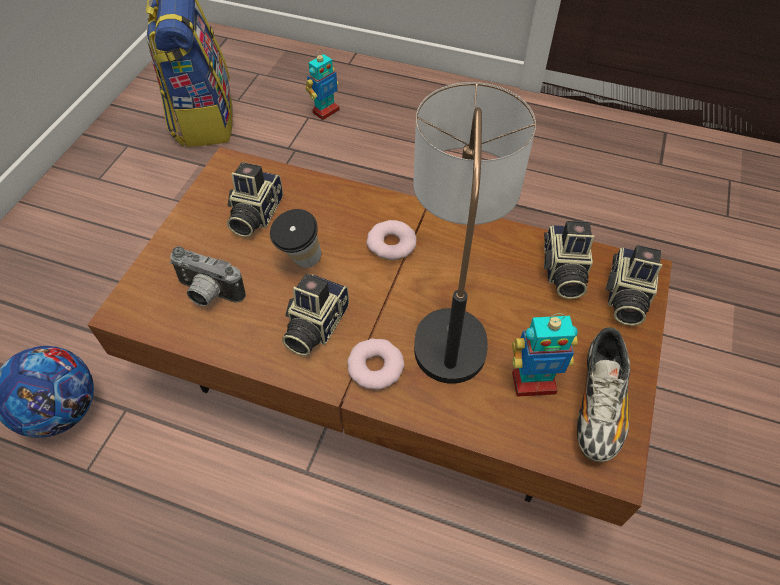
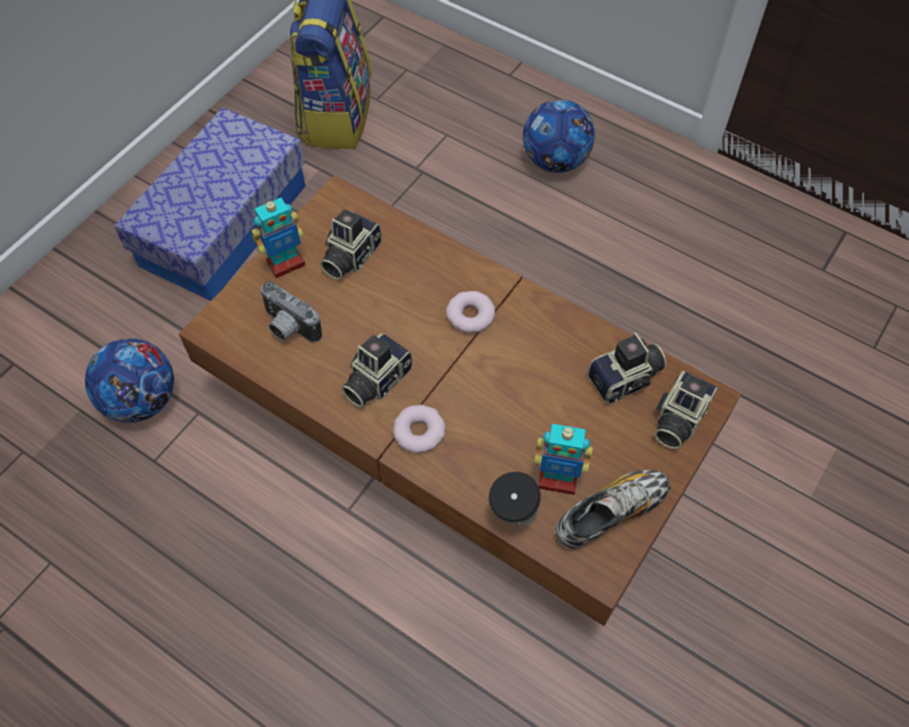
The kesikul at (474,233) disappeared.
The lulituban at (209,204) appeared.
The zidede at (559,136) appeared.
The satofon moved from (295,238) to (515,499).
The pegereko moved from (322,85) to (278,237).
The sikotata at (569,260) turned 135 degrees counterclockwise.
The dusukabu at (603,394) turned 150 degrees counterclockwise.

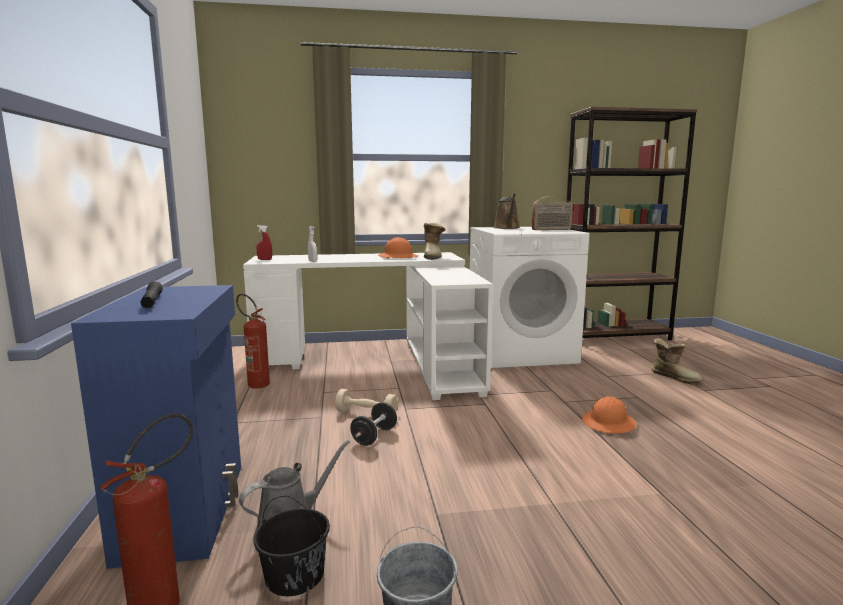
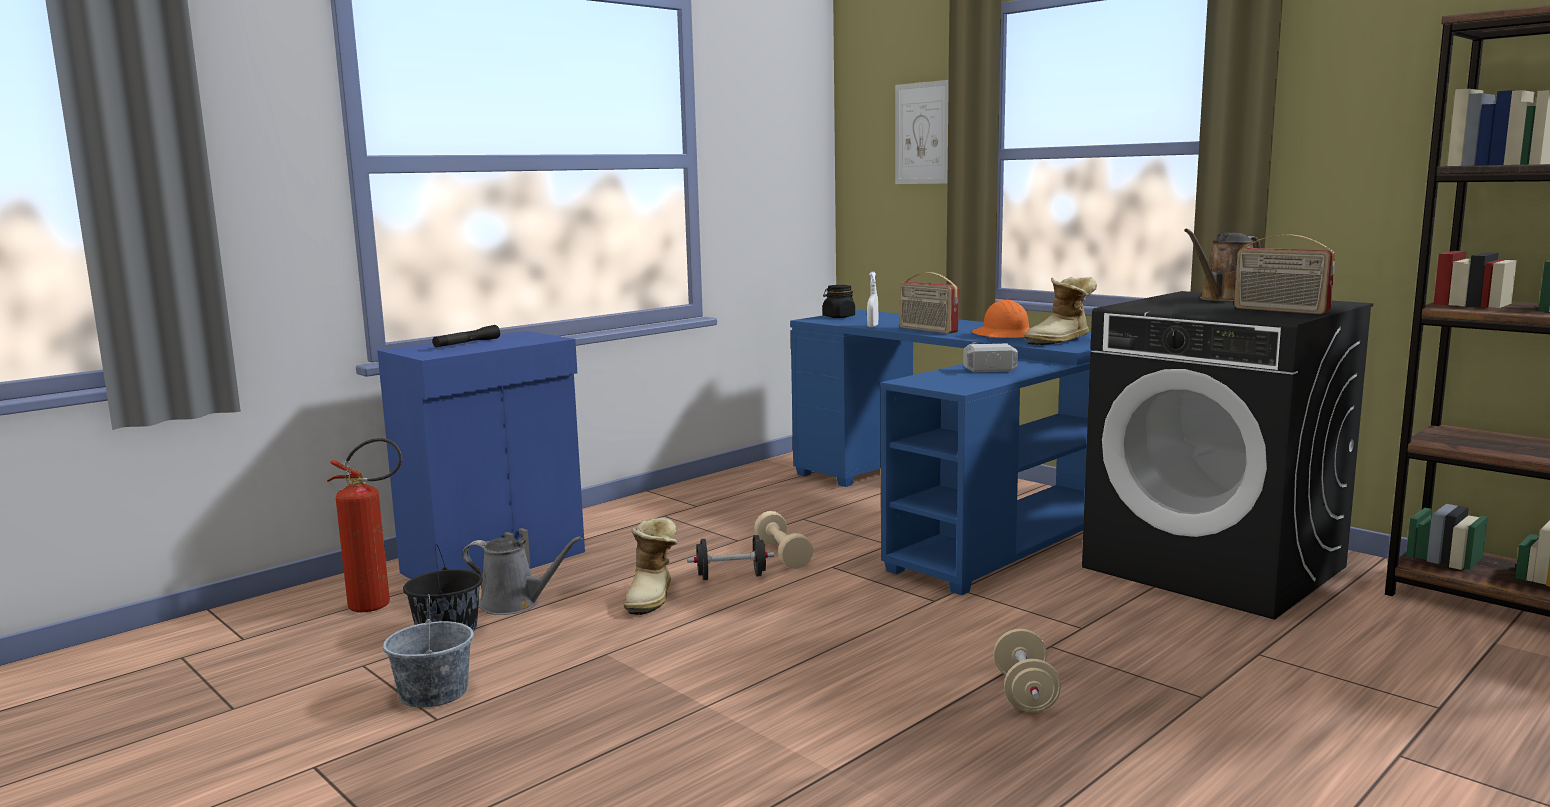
The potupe at (253,341) disappeared.
The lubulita at (922,132) appeared.
The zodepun at (929,303) appeared.
The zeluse at (990,357) appeared.
The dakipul moved from (677,361) to (650,566).
The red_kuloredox at (264,242) was replaced by the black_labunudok at (839,301).
The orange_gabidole at (609,415) was replaced by the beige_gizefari at (1027,671).
The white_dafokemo at (368,326) became the blue_dafokemo at (942,452).
The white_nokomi at (529,297) became the black_nokomi at (1227,455).

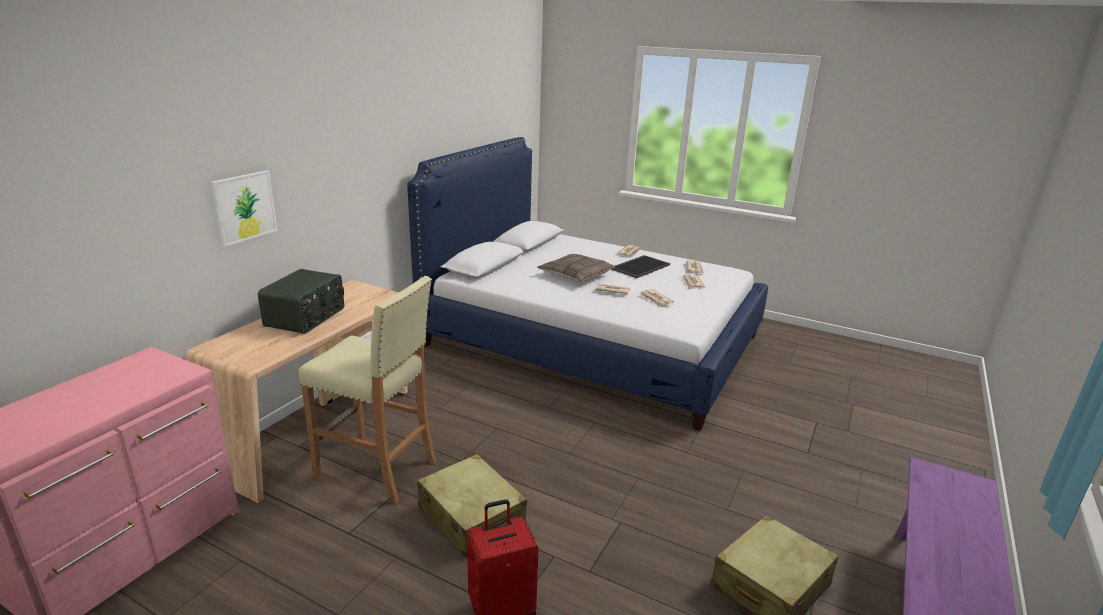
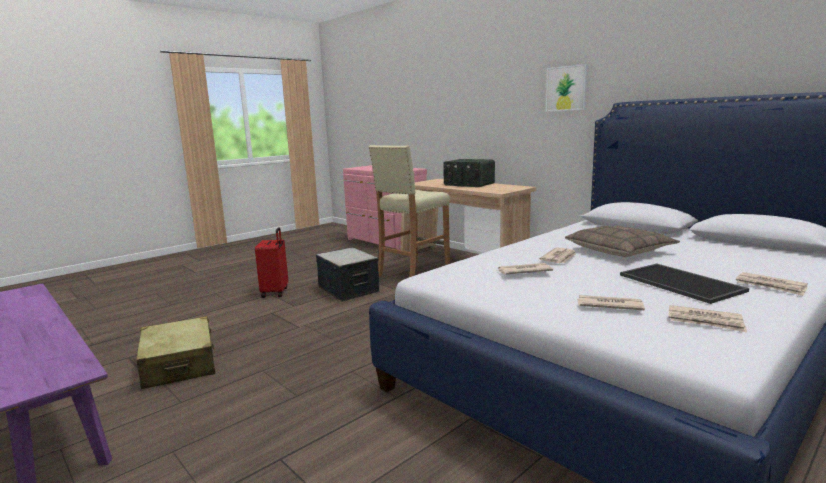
The lubulita moved from (244,208) to (567,88).
The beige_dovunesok at (472,506) was replaced by the lulituban at (347,275).

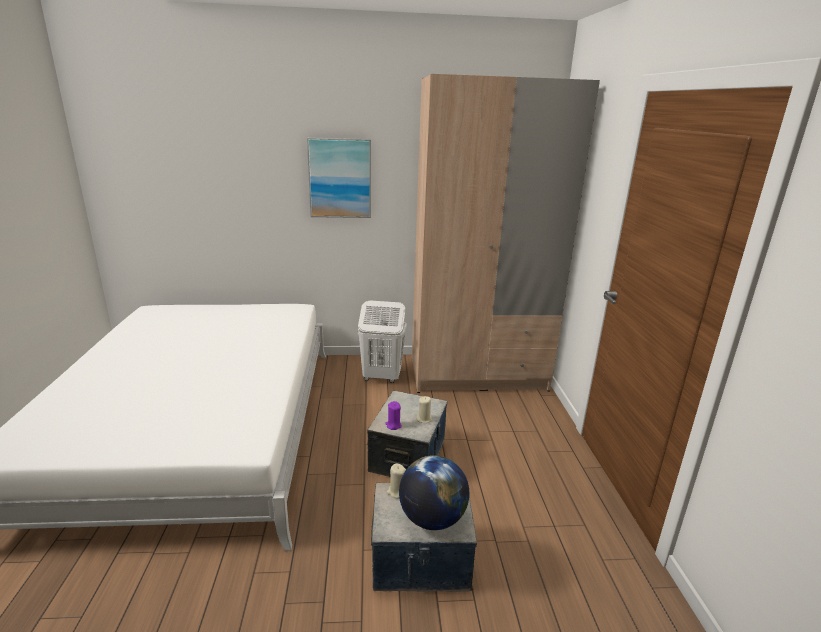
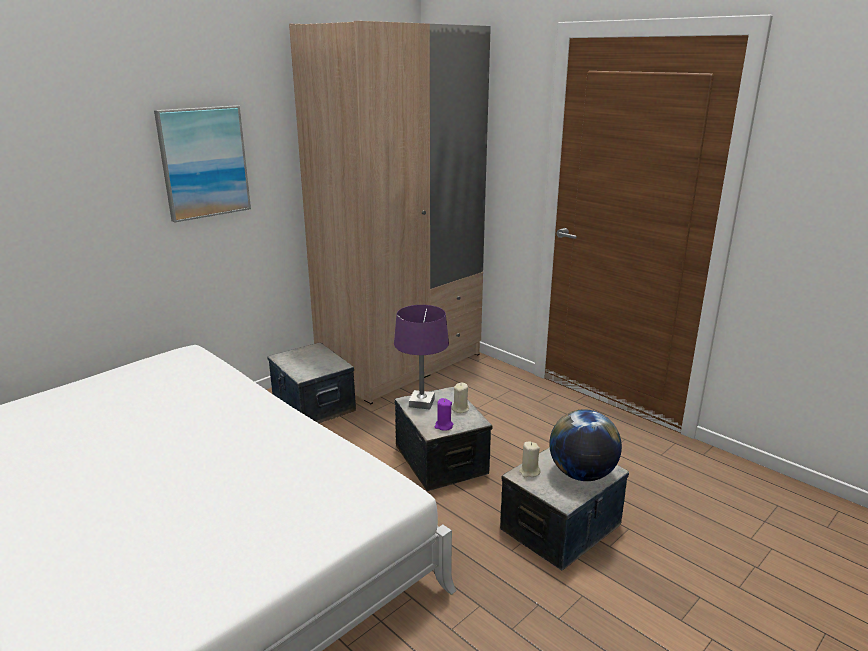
The purple_kesikul at (421,357) appeared.
The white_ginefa at (382,341) was replaced by the lulituban at (311,383).

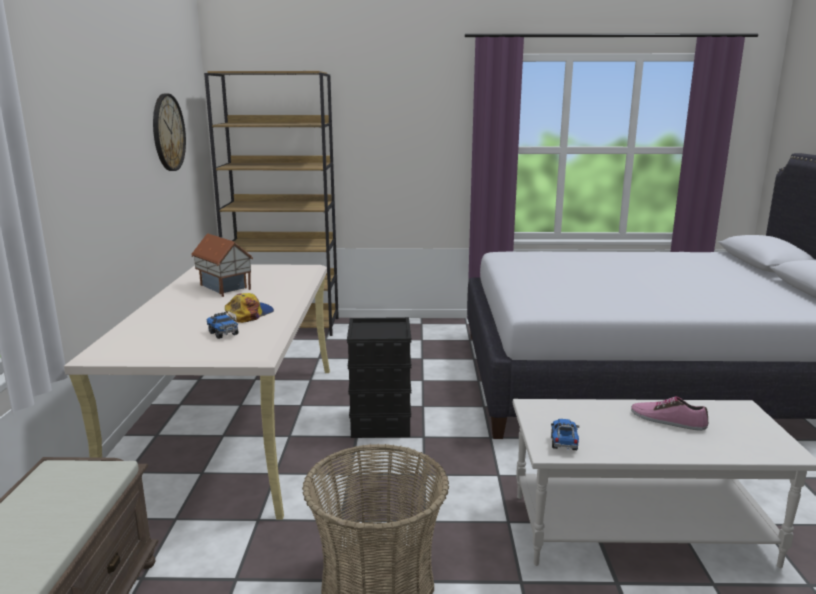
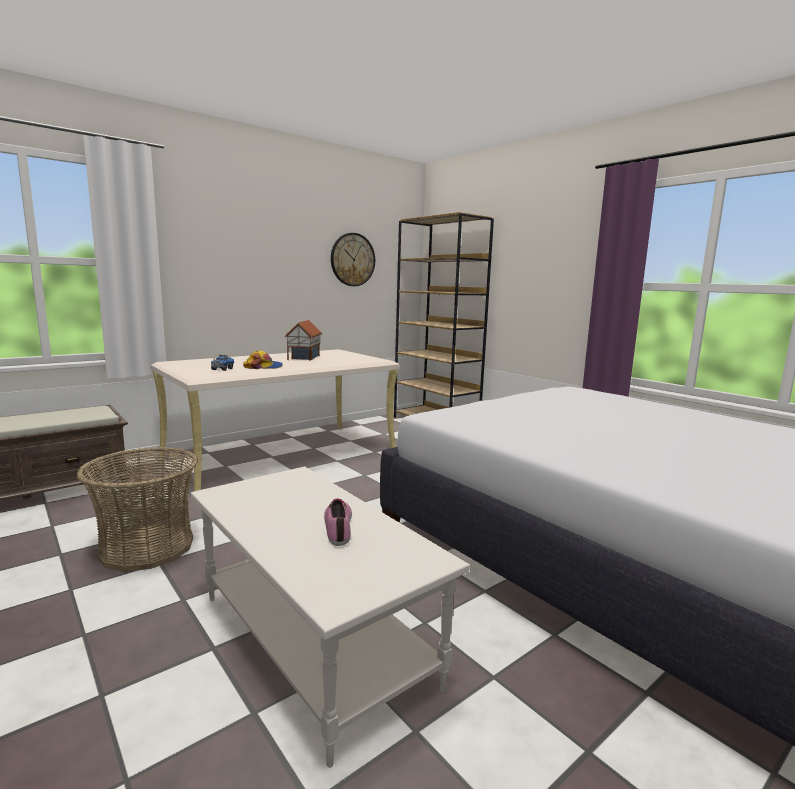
The black_lulituban at (379,377) disappeared.
The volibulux at (565,434) disappeared.

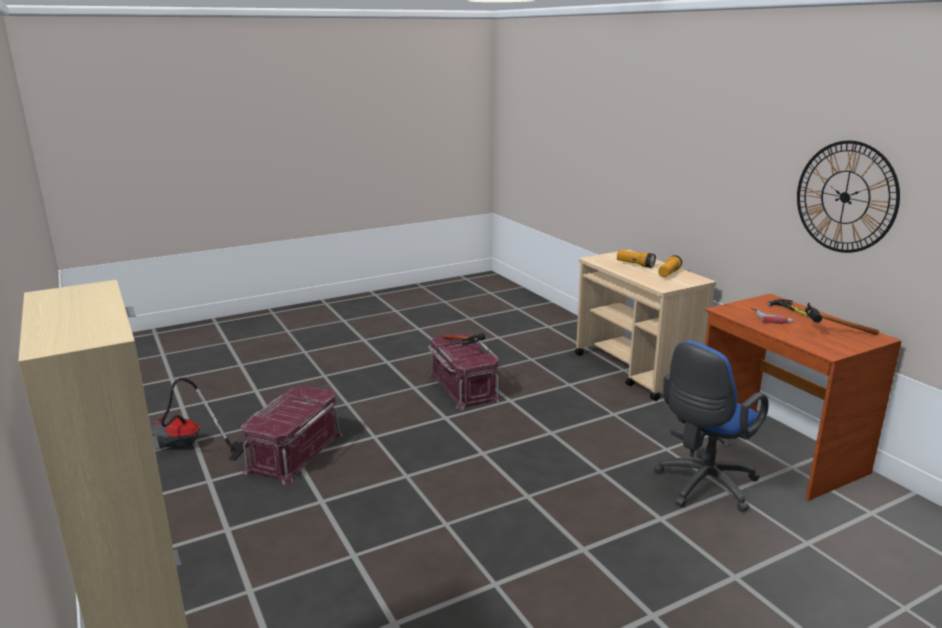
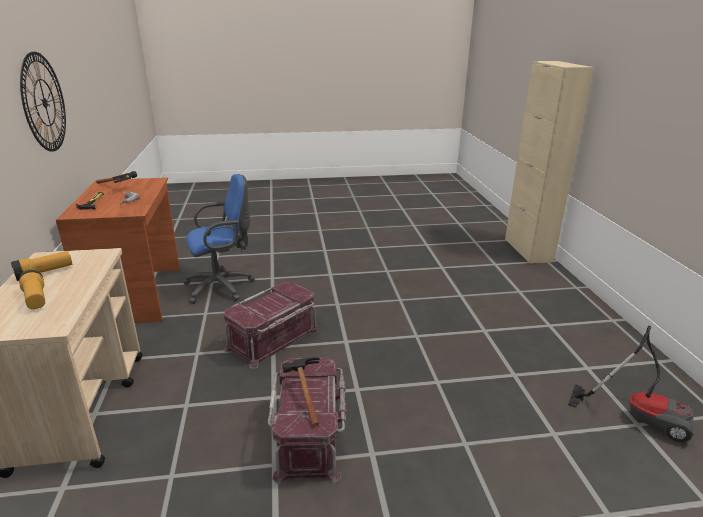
The red_lulituban moved from (292,435) to (271,325).

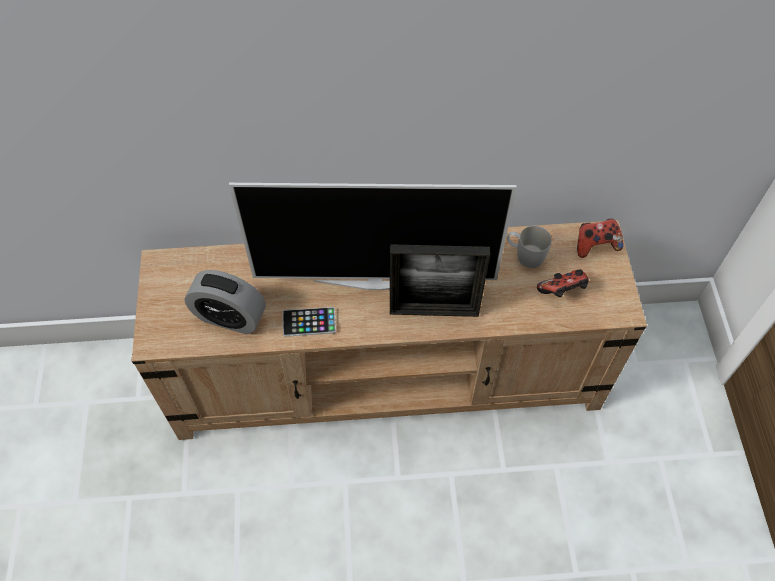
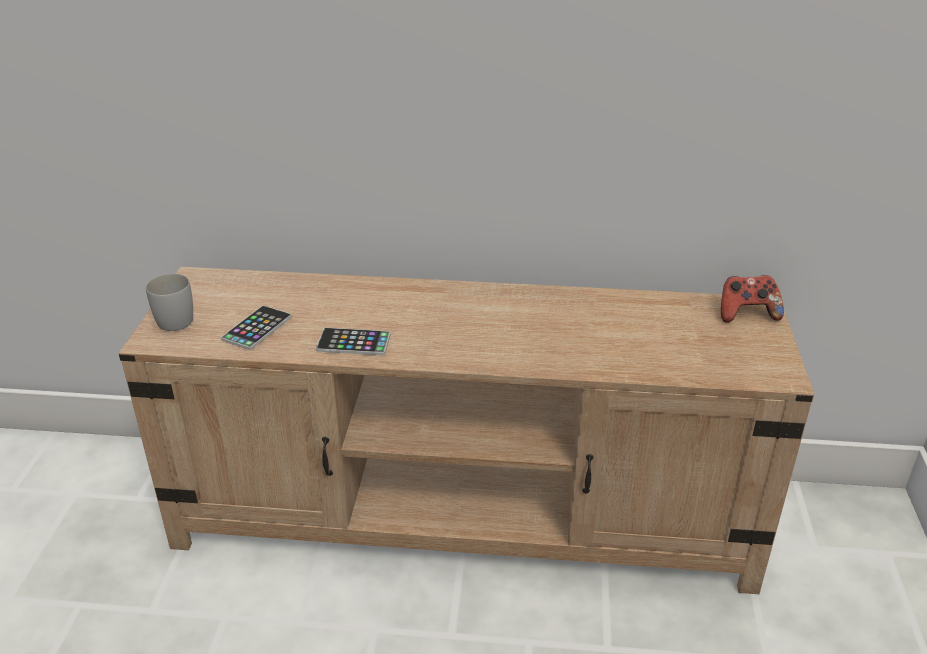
The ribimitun at (372,236) disappeared.
The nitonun at (440,280) disappeared.
The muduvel at (562,283) disappeared.
The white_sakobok moved from (529,247) to (169,302).
The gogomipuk at (225,302) was replaced by the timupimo at (256,327).

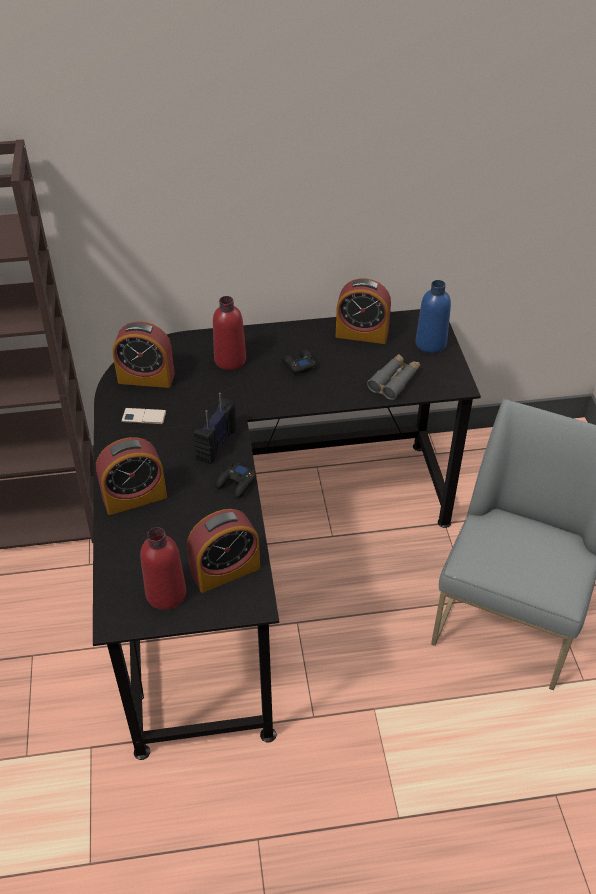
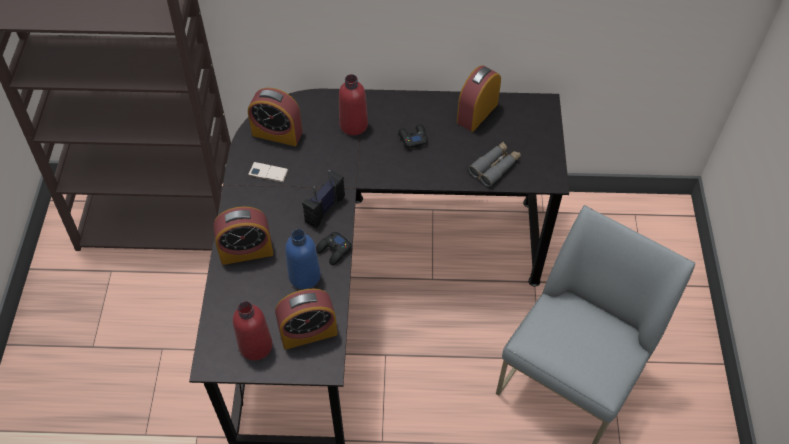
The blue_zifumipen moved from (433,316) to (303,259).
The gogomipuk at (363,311) turned 105 degrees clockwise.

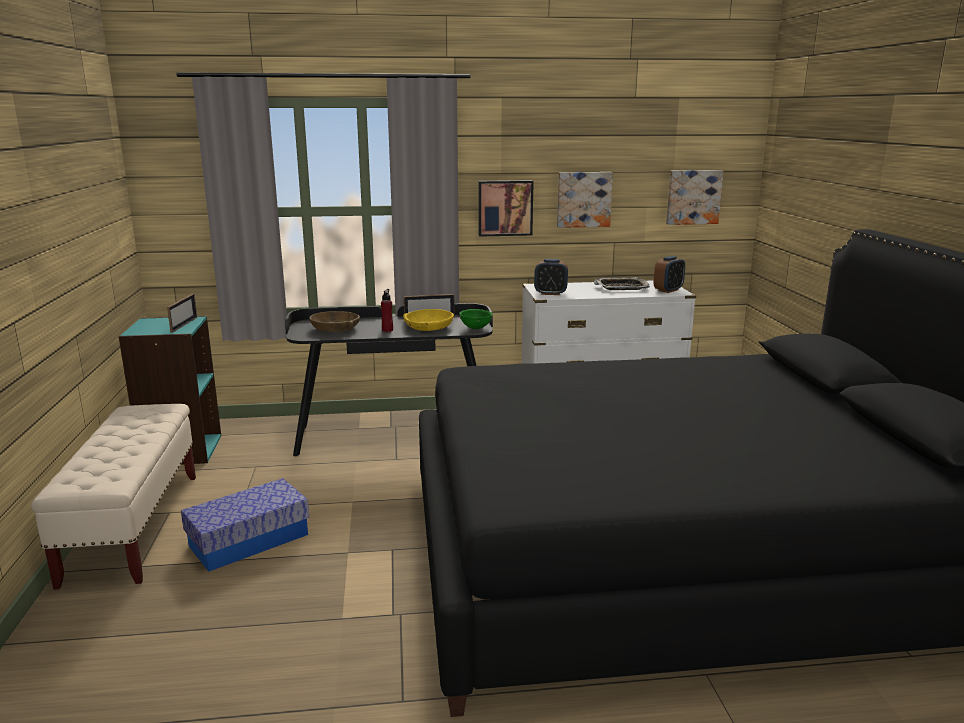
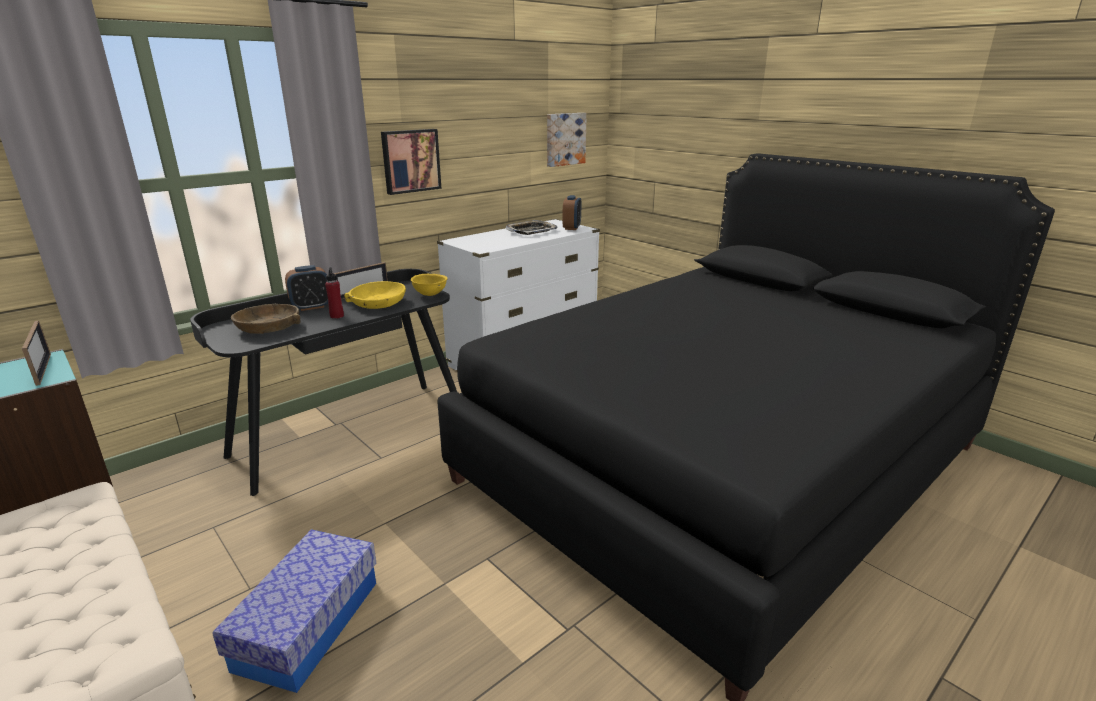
The lubulita at (585,200) disappeared.
The gogomipuk moved from (551,277) to (306,288).
The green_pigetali at (476,319) became the yellow_pigetali at (429,285).

